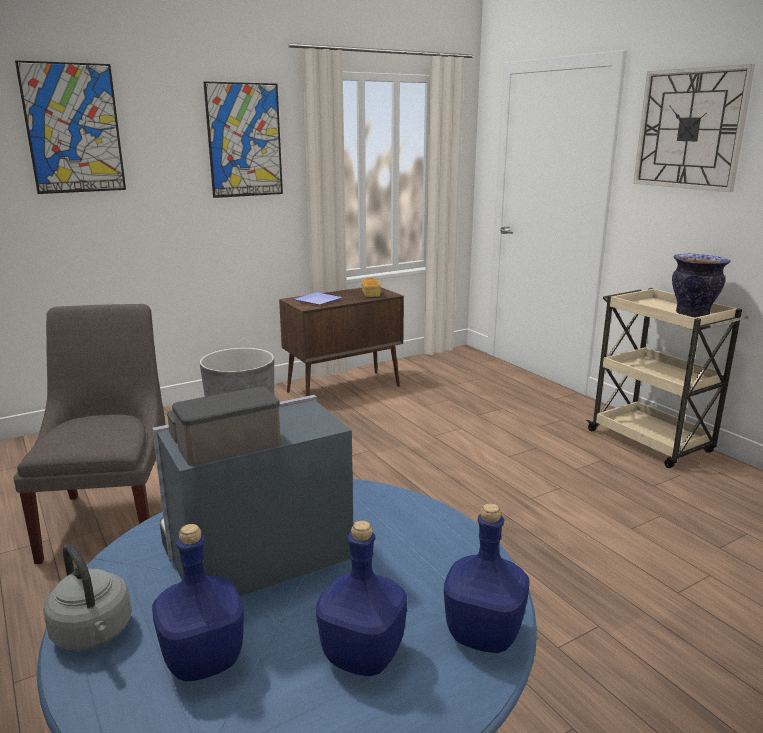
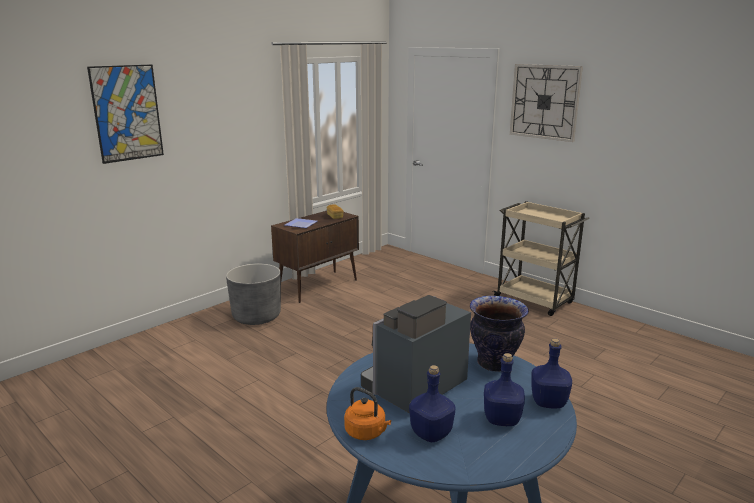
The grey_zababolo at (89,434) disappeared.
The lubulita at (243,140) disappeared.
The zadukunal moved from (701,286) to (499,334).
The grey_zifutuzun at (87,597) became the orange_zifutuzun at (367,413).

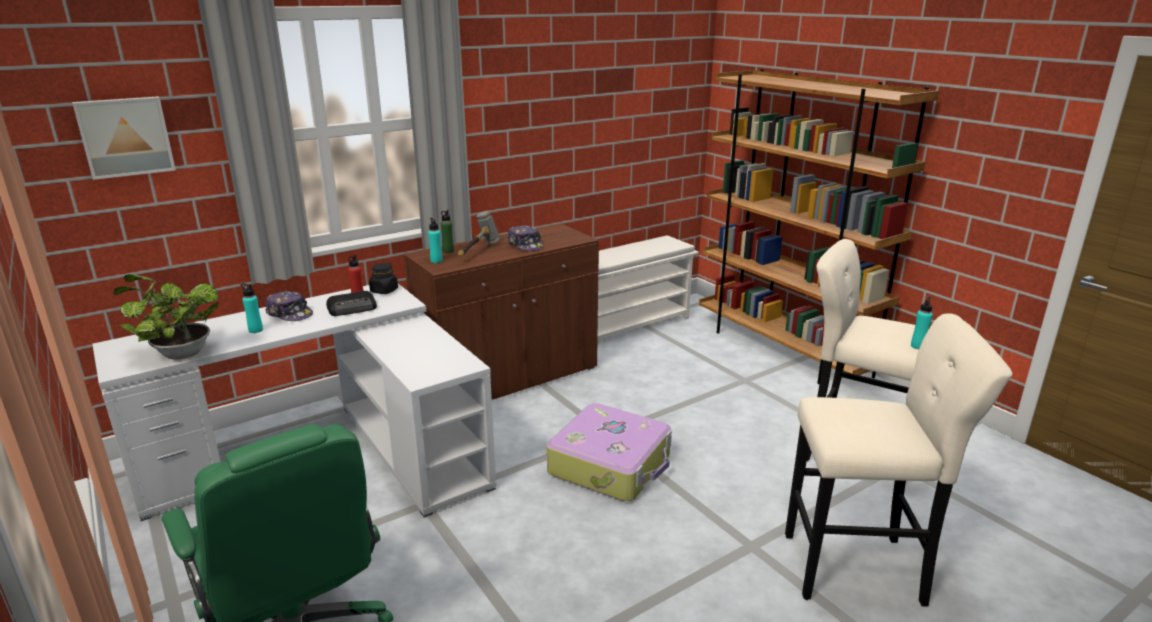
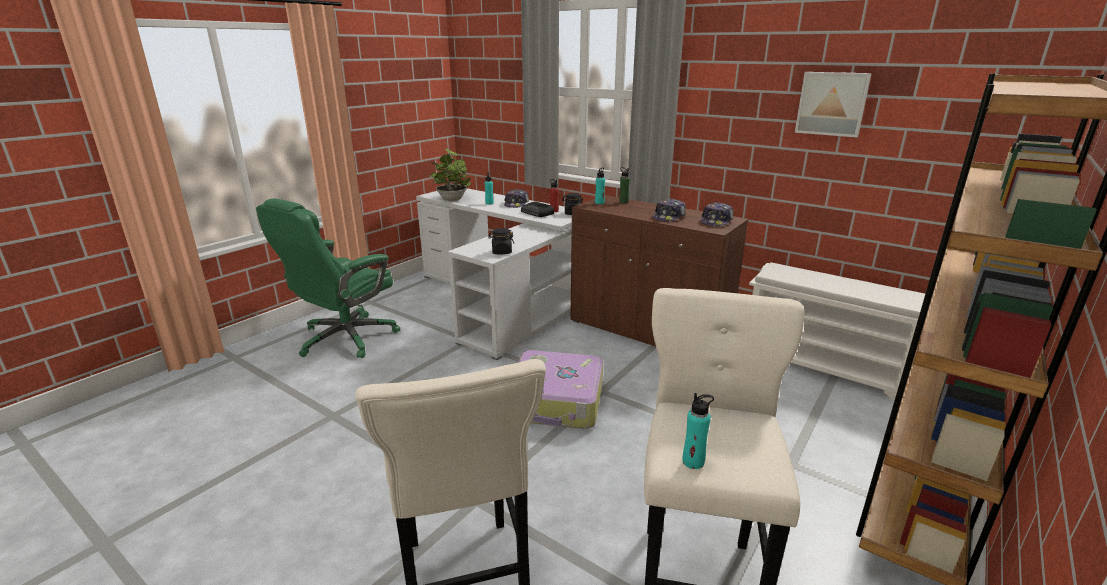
The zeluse at (479,233) disappeared.
The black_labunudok at (501,241) appeared.
The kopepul at (717,214) appeared.
The lubulita moved from (124,138) to (833,104).

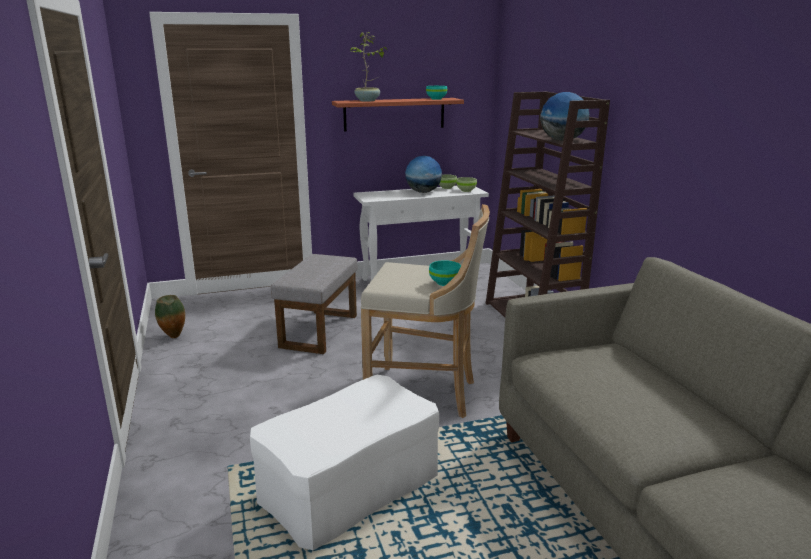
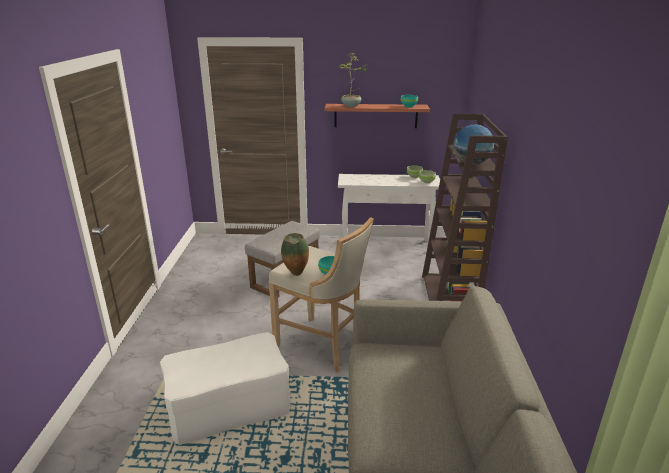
The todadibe at (423,174) disappeared.
The zadukunal moved from (170,316) to (295,254).

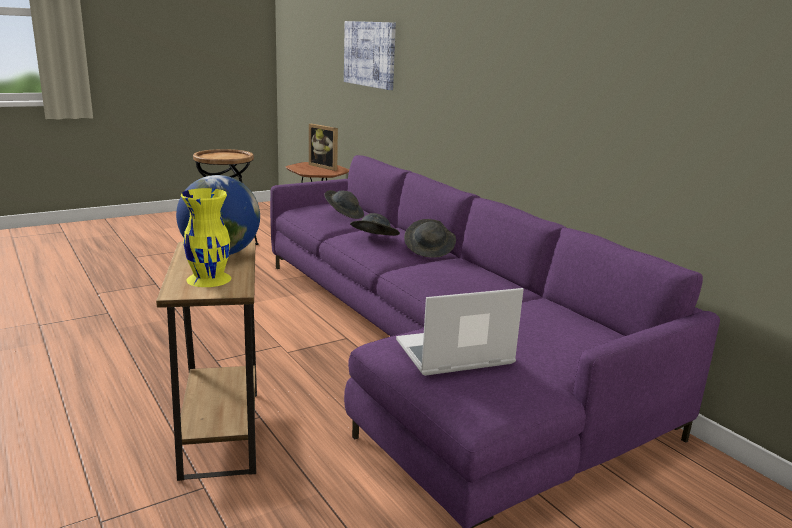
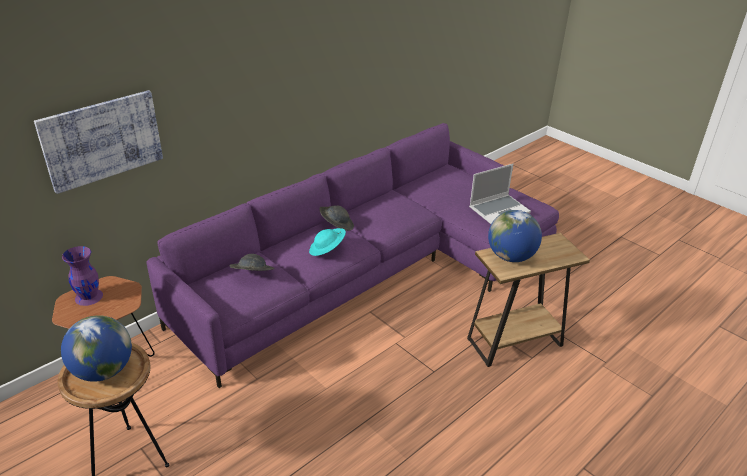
The yellow_zadukunal at (206,237) disappeared.
The todadibe at (96,348) appeared.
The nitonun at (323,147) was replaced by the purple_zadukunal at (82,276).
The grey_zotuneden at (375,224) became the turquoise_zotuneden at (327,242).
The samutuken at (460,332) turned 90 degrees counterclockwise.

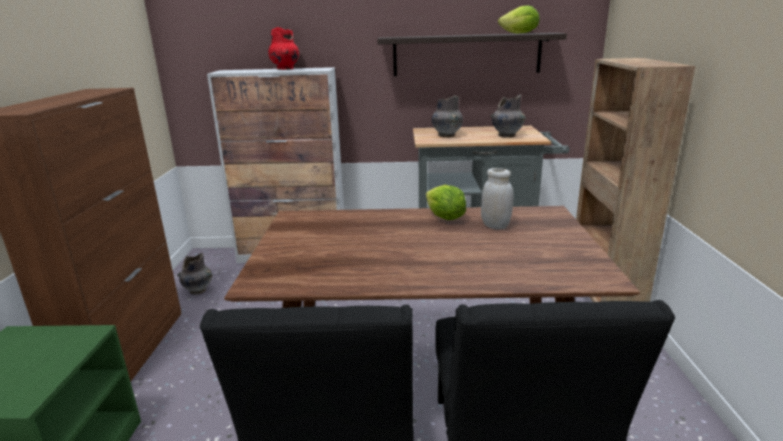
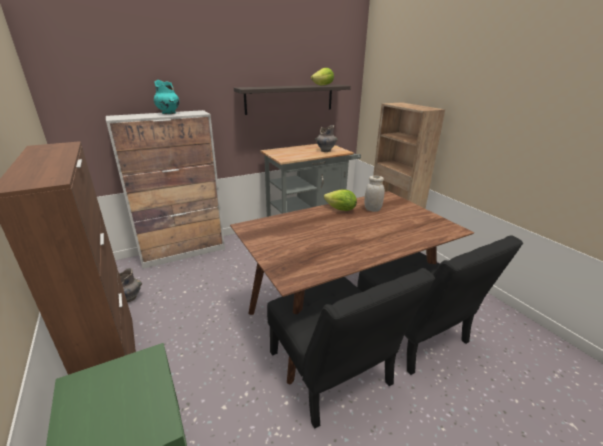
The grey_zadukunal at (447,116) disappeared.
The red_zadukunal at (283,48) became the turquoise_zadukunal at (166,97).

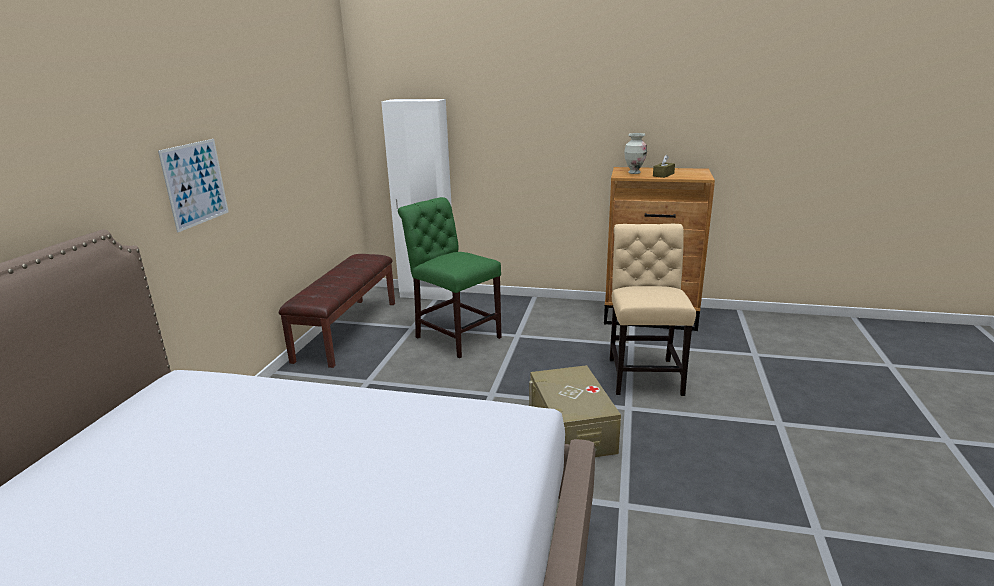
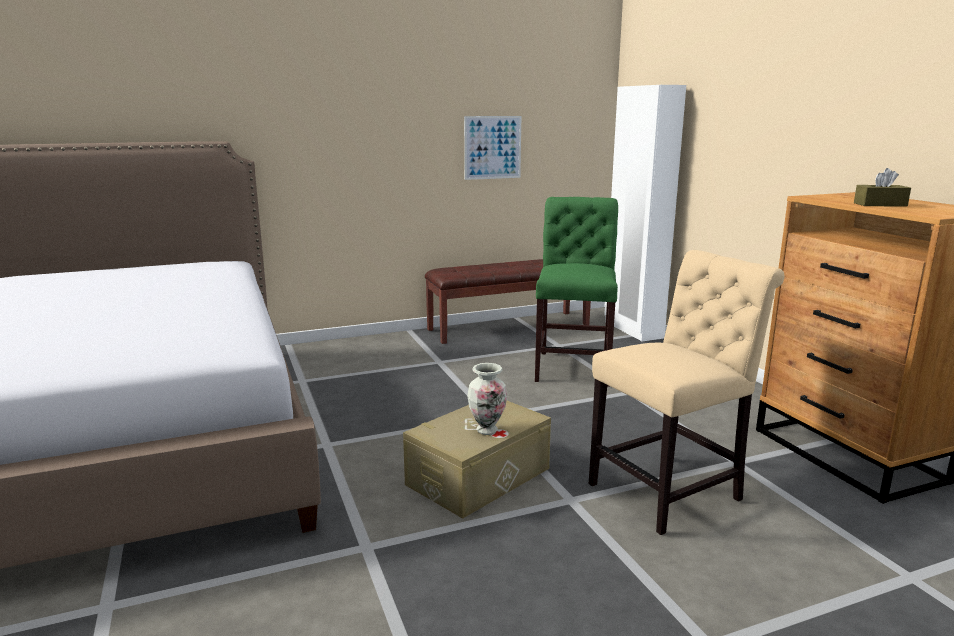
The lubulita moved from (193,186) to (492,148).
The zadukunal moved from (635,153) to (487,399).

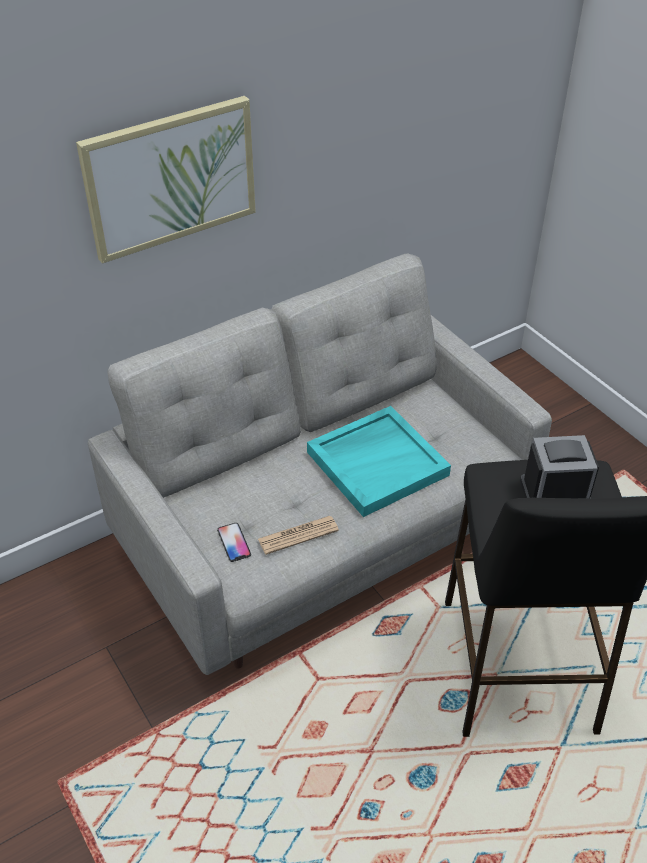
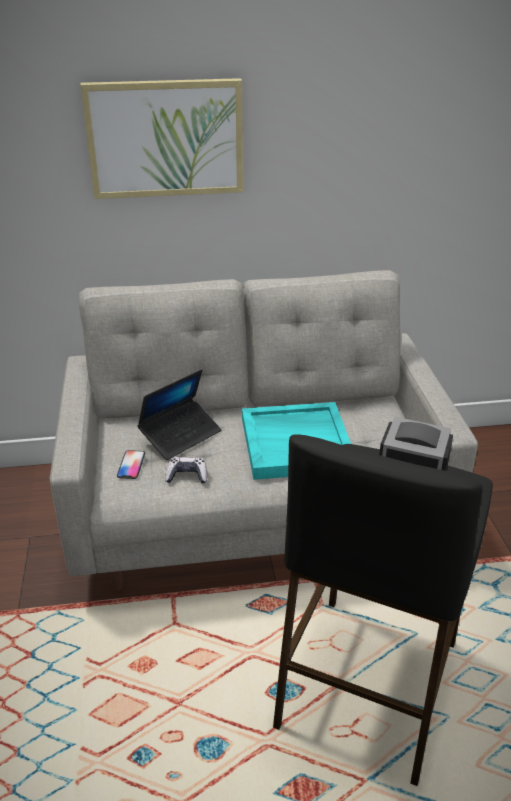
The samutuken at (179,414) appeared.
The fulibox at (298,535) was replaced by the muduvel at (186,470).

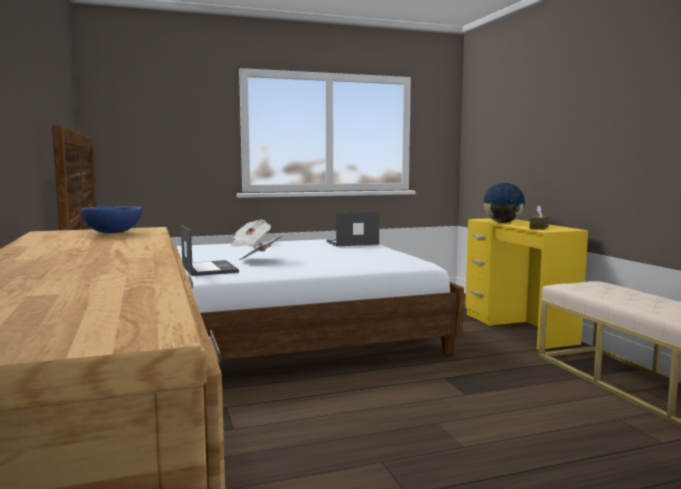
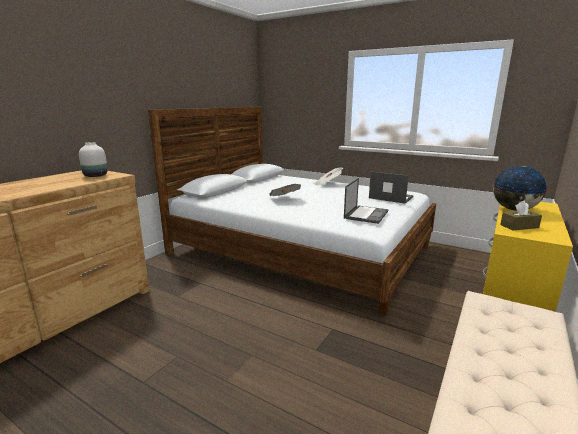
The samutuken moved from (210,250) to (366,201).
The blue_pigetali at (111,219) was replaced by the white_zadukunal at (93,159).

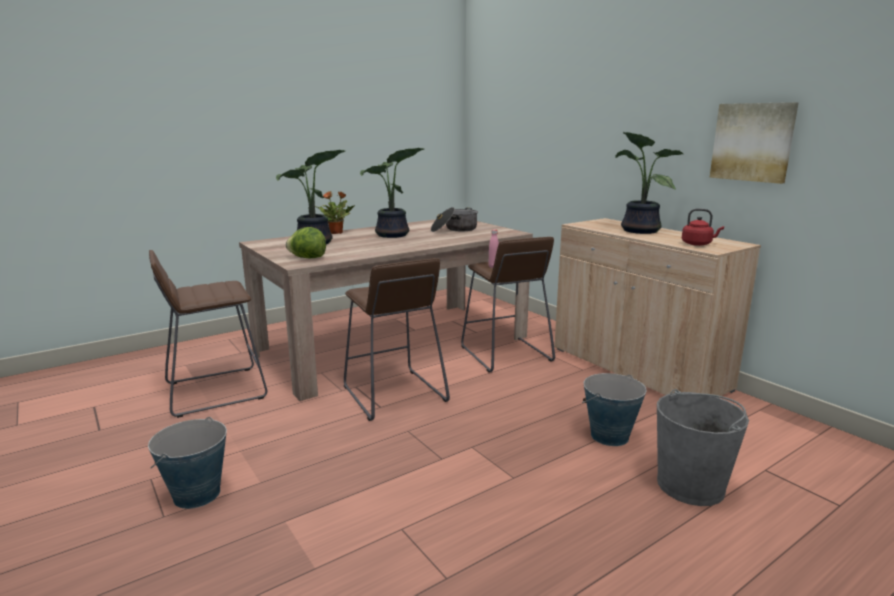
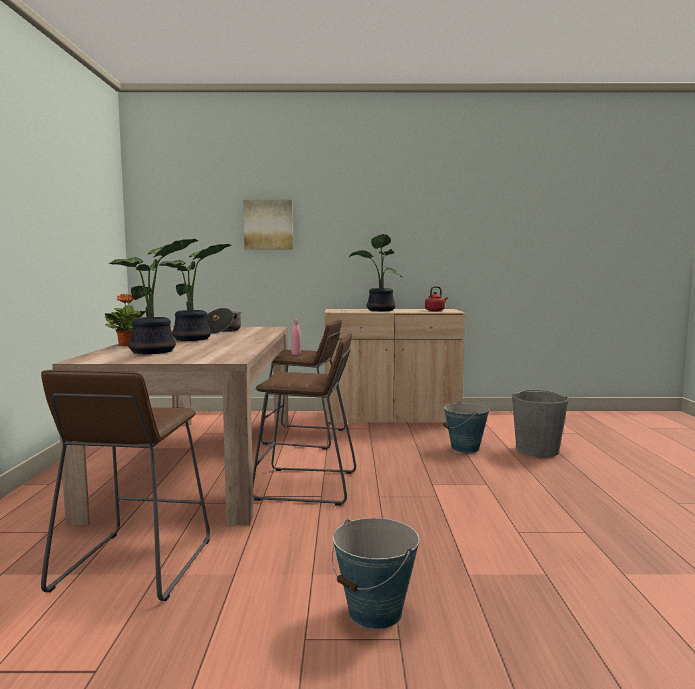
The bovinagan at (306,242) disappeared.
The lubulita moved from (754,143) to (268,224).

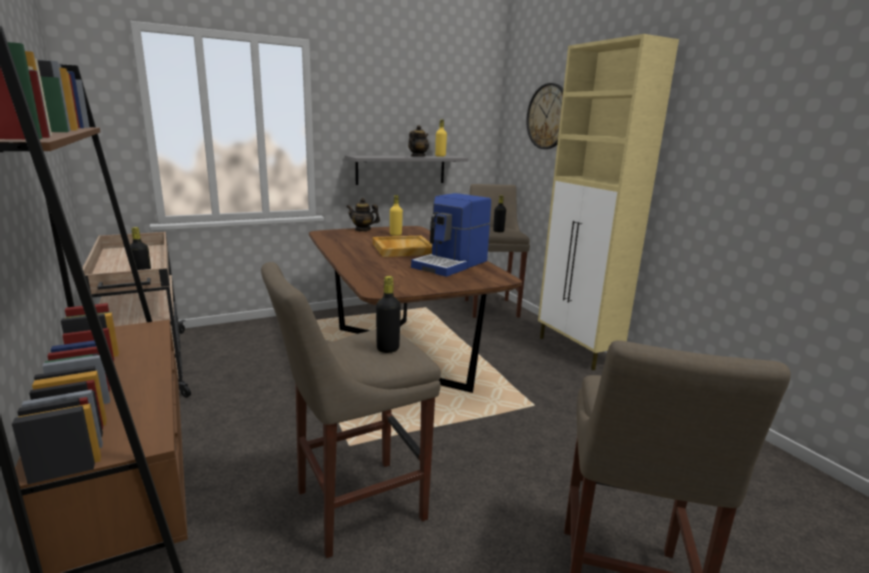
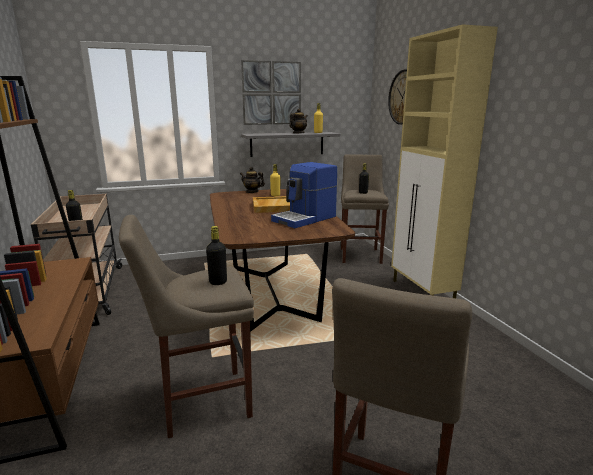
The lubulita at (271,92) appeared.

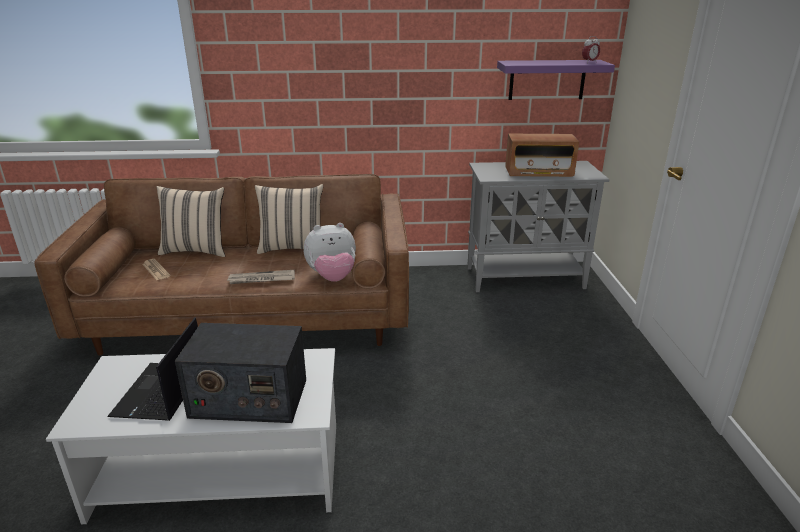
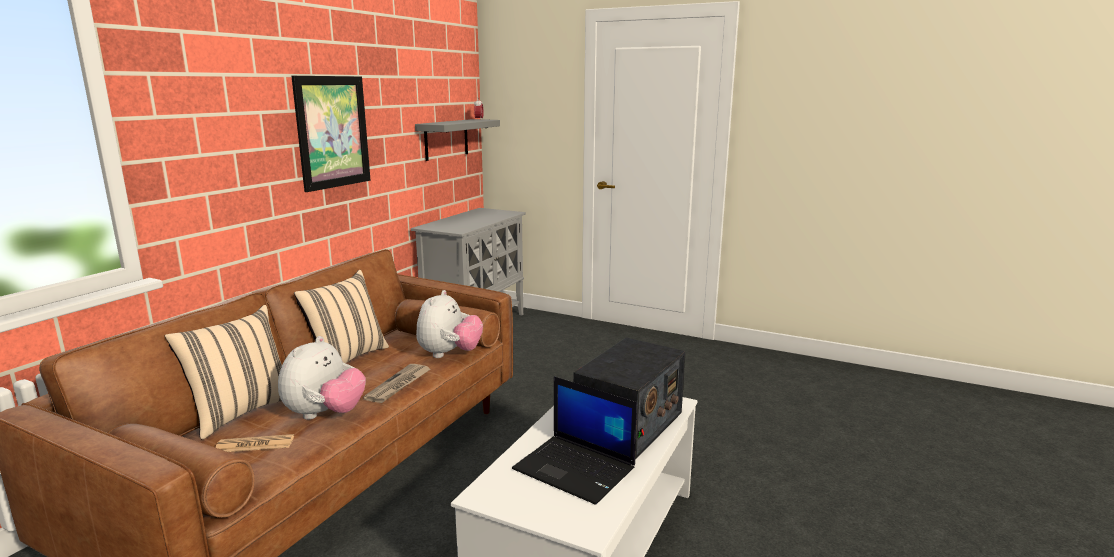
The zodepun at (542,155) disappeared.
The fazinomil at (322,378) appeared.
The lubulita at (331,134) appeared.
The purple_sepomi at (556,80) became the grey_sepomi at (457,140).

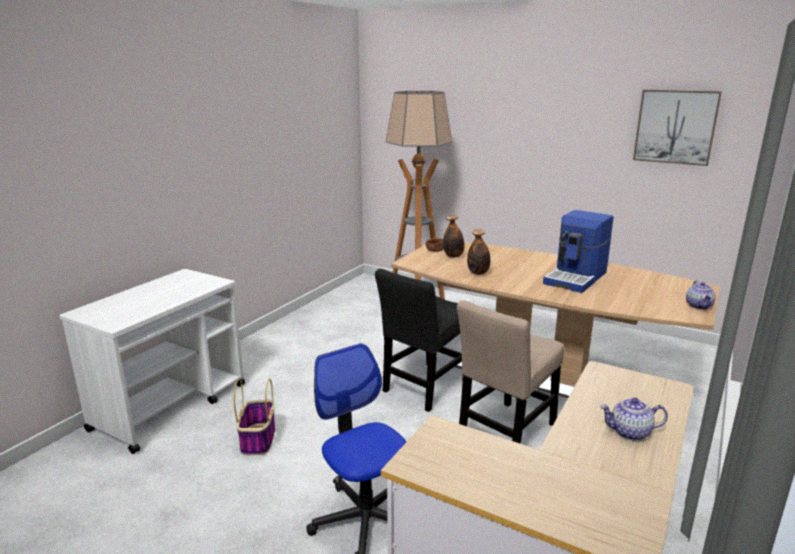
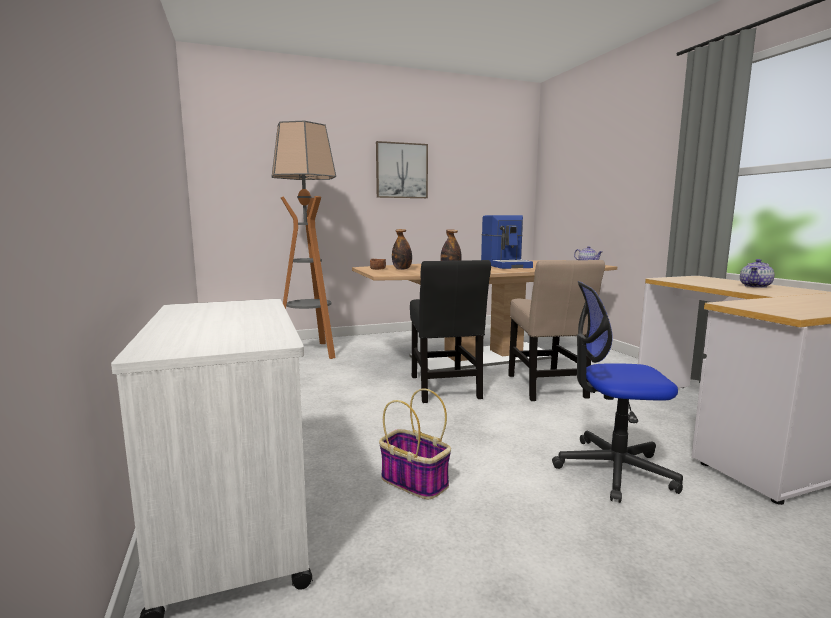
The lubulita moved from (677,128) to (402,169).

